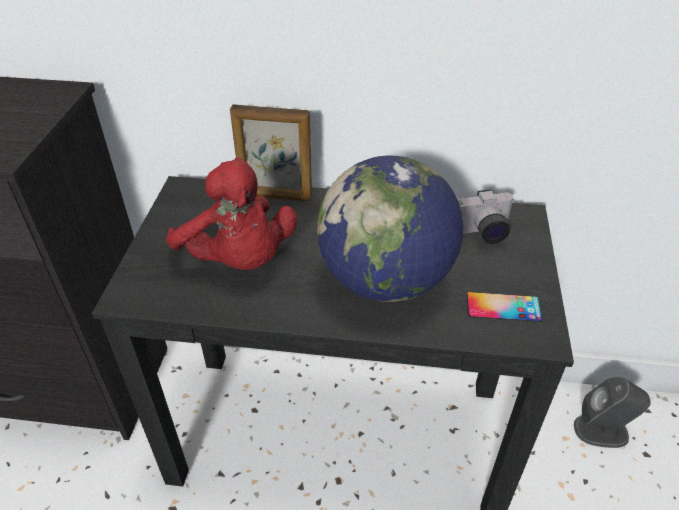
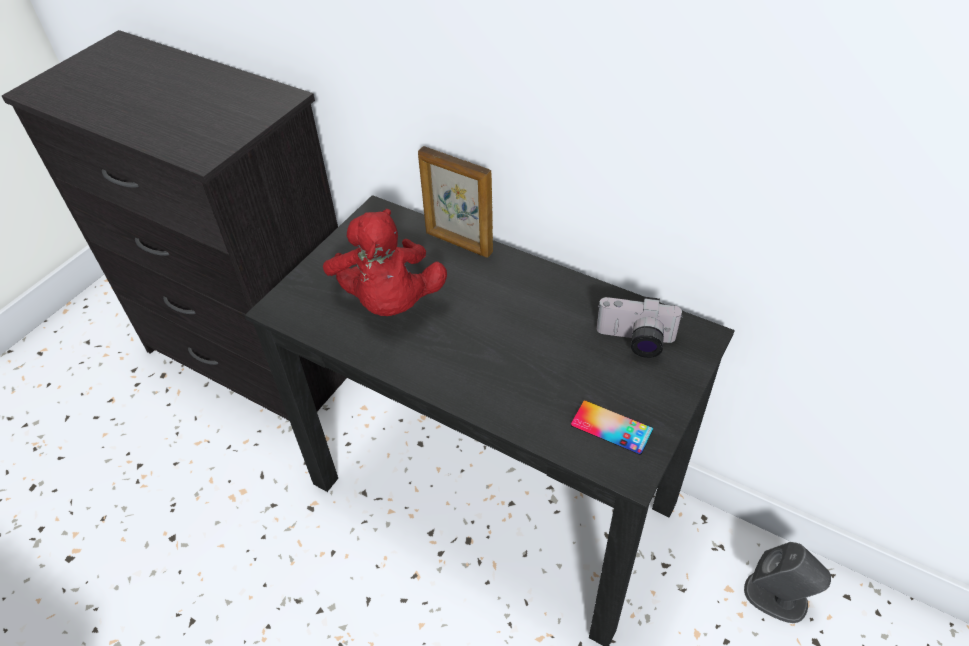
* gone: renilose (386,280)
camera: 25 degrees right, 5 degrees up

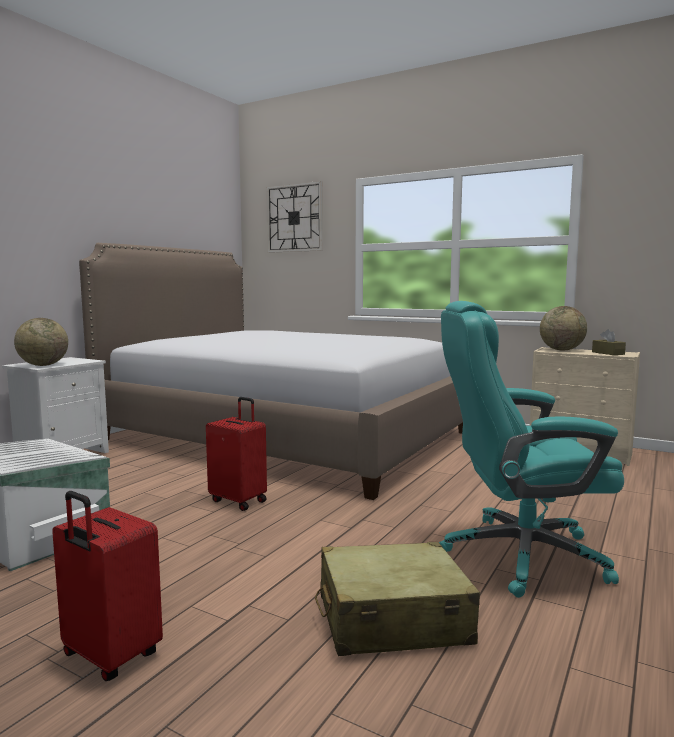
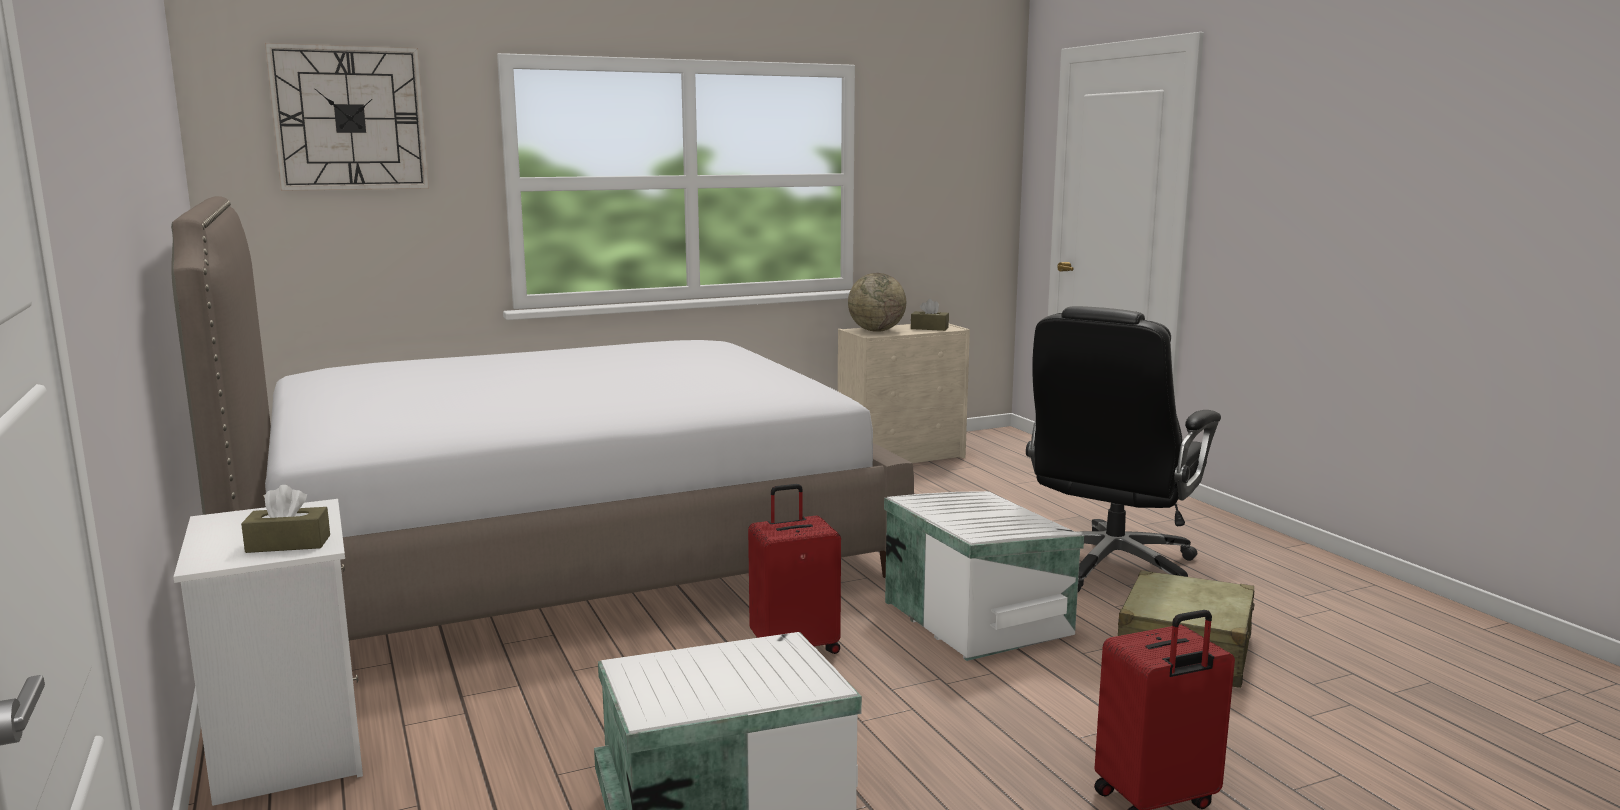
* repainted: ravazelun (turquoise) (519,555) to ravazelun (black) (1110,568)
* swapped: renilose (43,365) to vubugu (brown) (288,544)
* new: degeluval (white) (978,616)
camera: 55 degrees left, 5 degrees up

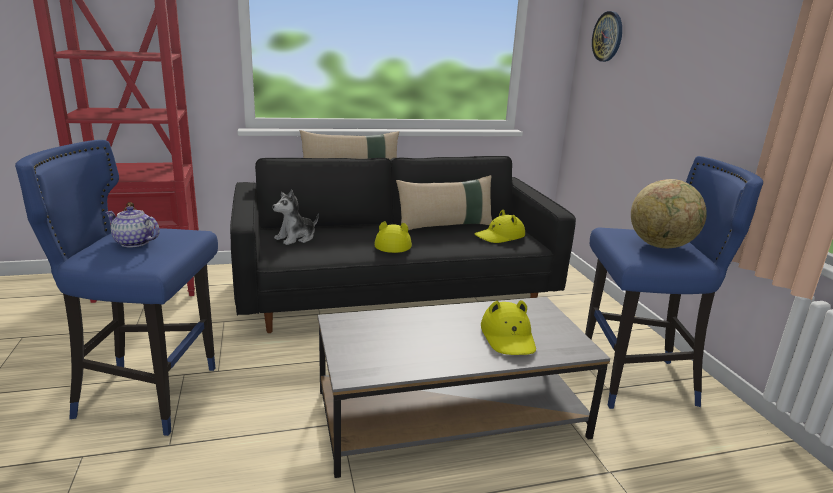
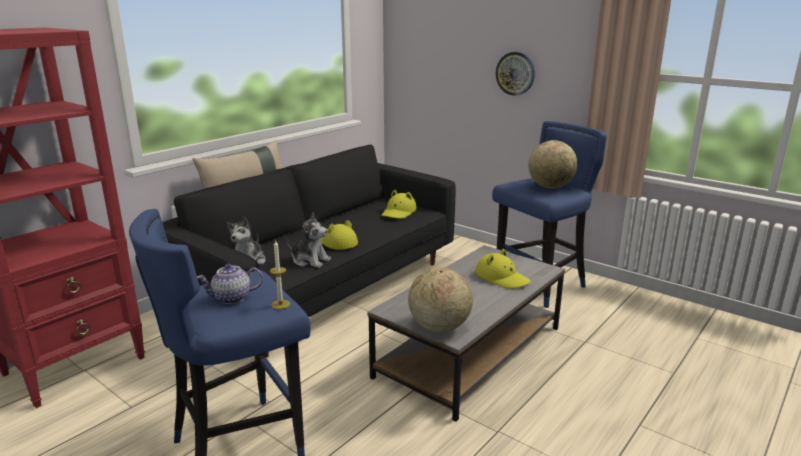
* shifted: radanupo (608,36) to (515,73)
* gone: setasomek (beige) (445,226)
* new: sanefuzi (310,260)
* new: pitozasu (280,304)
* new: renilose (439,327)
camera: 35 degrees left, 0 degrees up

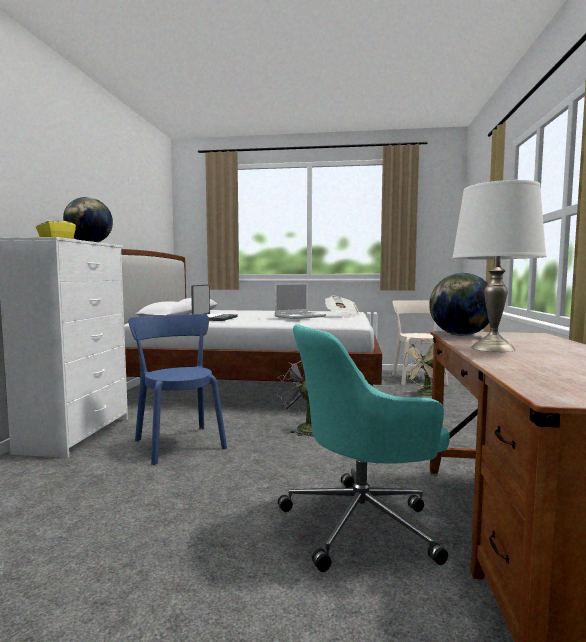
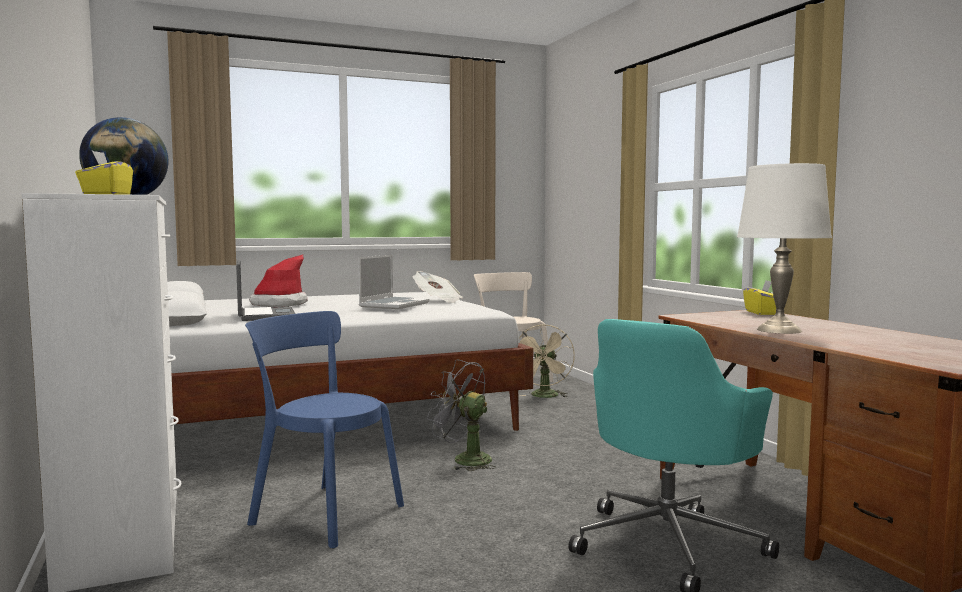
* gone: renilose (460,335)
* new: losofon (278,304)
* new: vubugu (yellow) (763,313)
camera: 30 degrees left, 0 degrees up

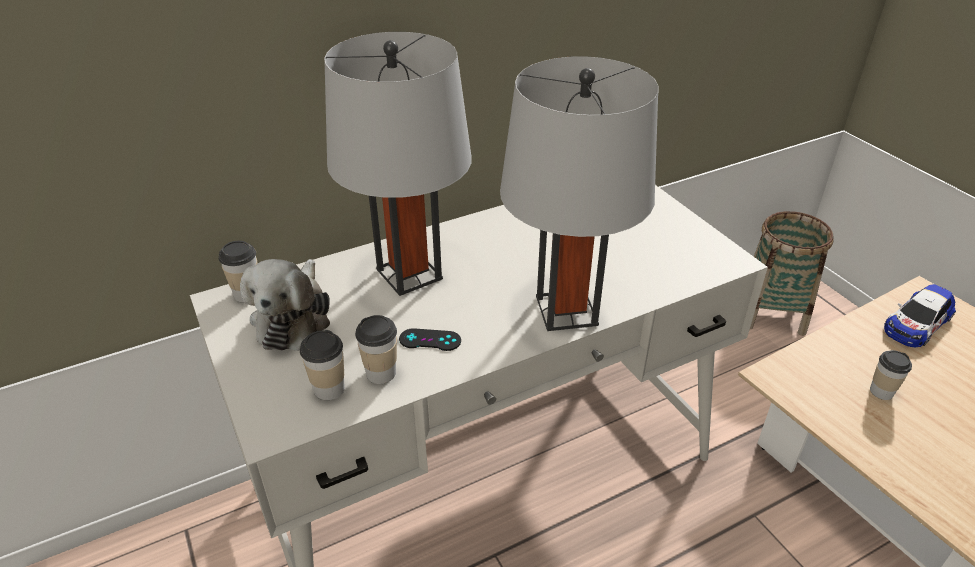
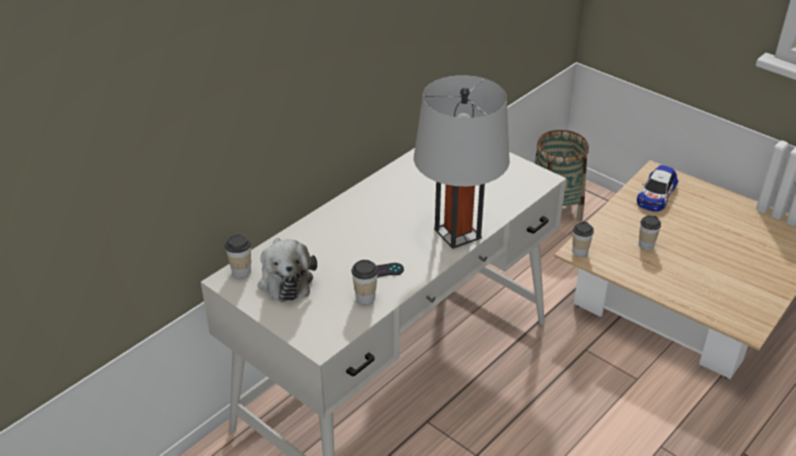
* gone: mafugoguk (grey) (409,274)
* shifted: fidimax (329,389) to (580,252)
camera: 20 degrees left, 0 degrees up

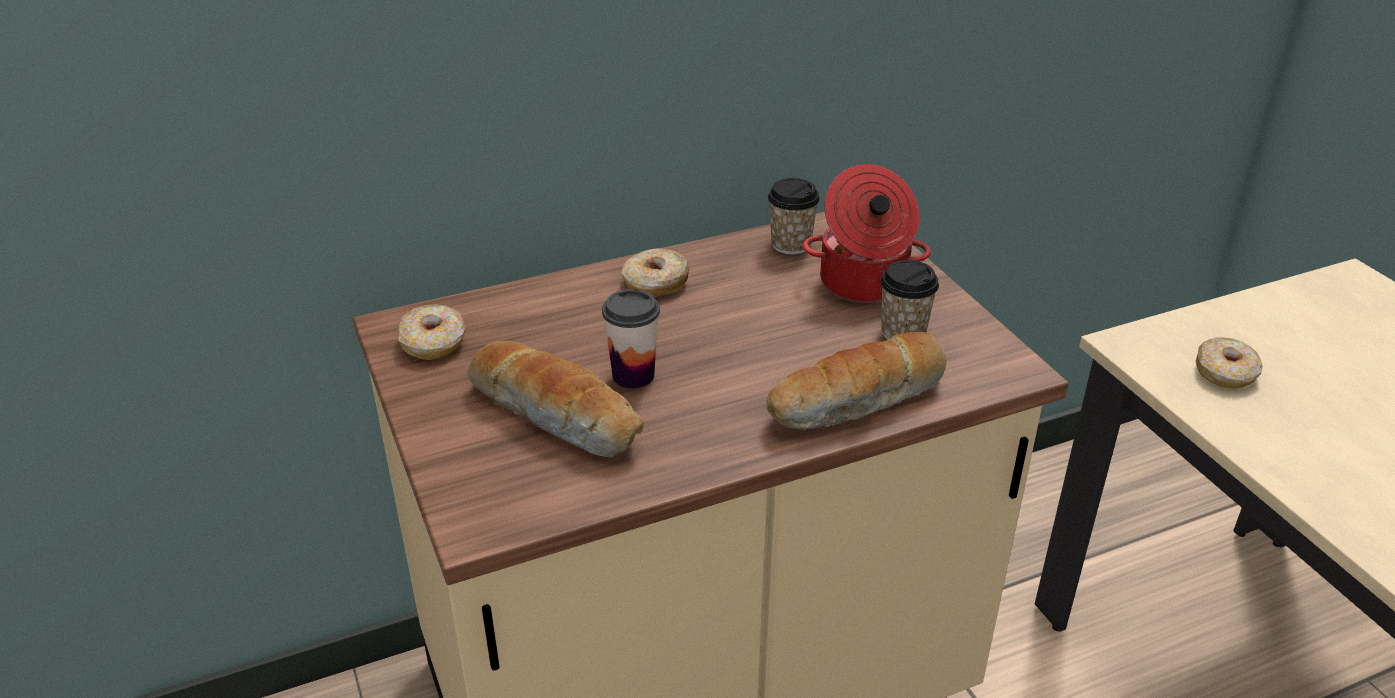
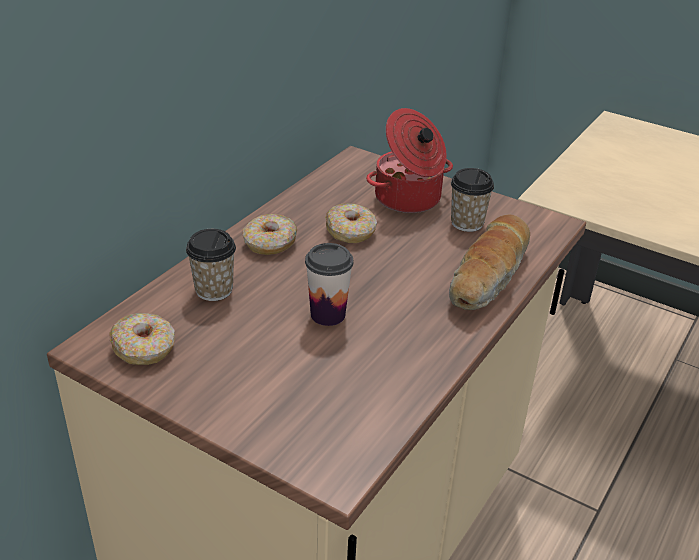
* shifted: fidimax (791,245) to (214,290)
* shifted: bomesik (1225,373) to (351,231)
* gone: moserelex (557,415)
camera: 35 degrees left, 0 degrees up

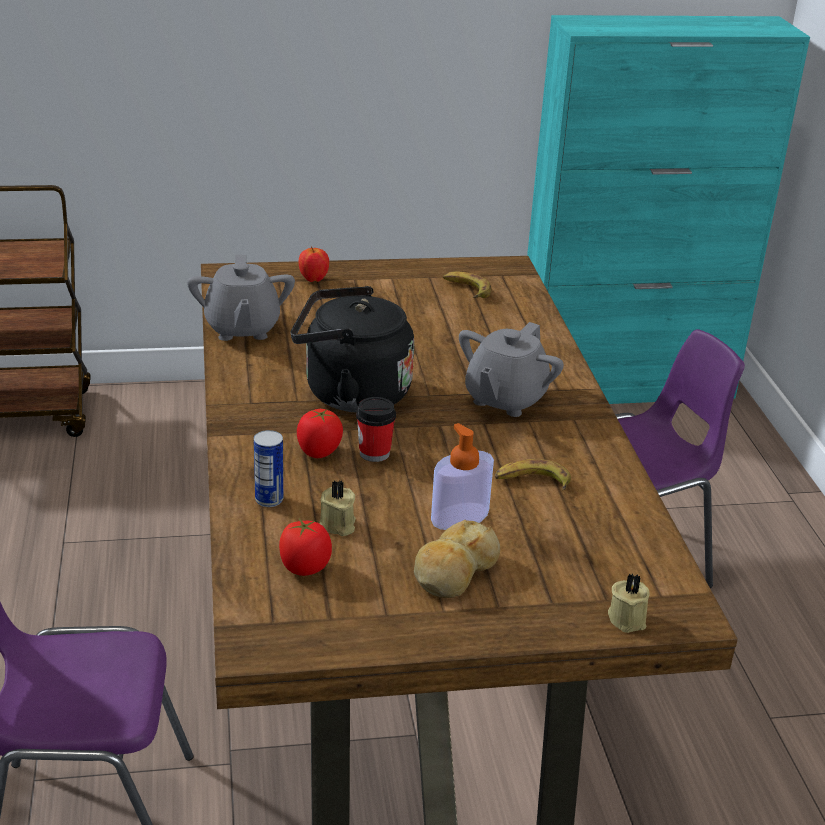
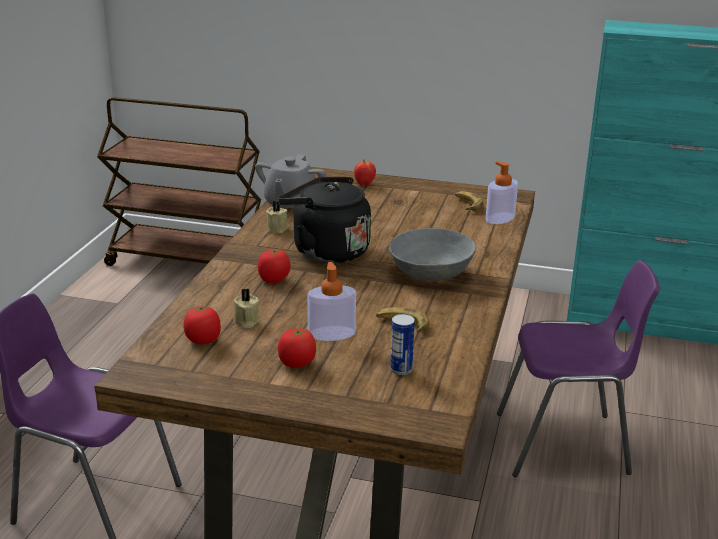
* swapped: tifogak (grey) (505,399) to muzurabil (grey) (431,273)
* gone: fidimax (374,453)
* shifted: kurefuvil (269,499) to (401,369)
* swapped: moserelex (454,572) to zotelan (297,363)
* shifted: pitozasu (beige) (628,618) to (278,228)
* new: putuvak (500,218)
camera: 25 degrees right, 5 degrees down

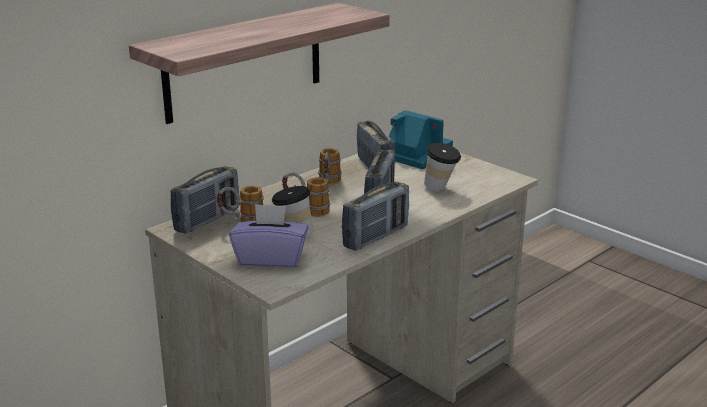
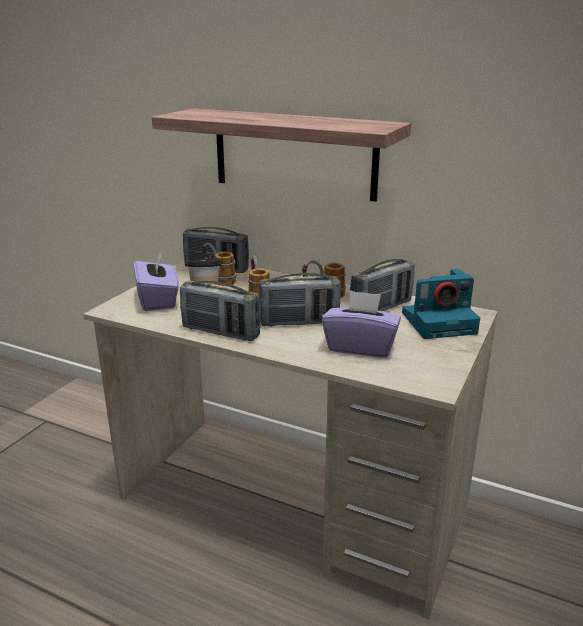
* rotated: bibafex (416,156) = (440,322) 60 degrees clockwise
* swapped: fidimax (441,189) to vubugu (purple) (360,347)
camera: 70 degrees right, 0 degrees up

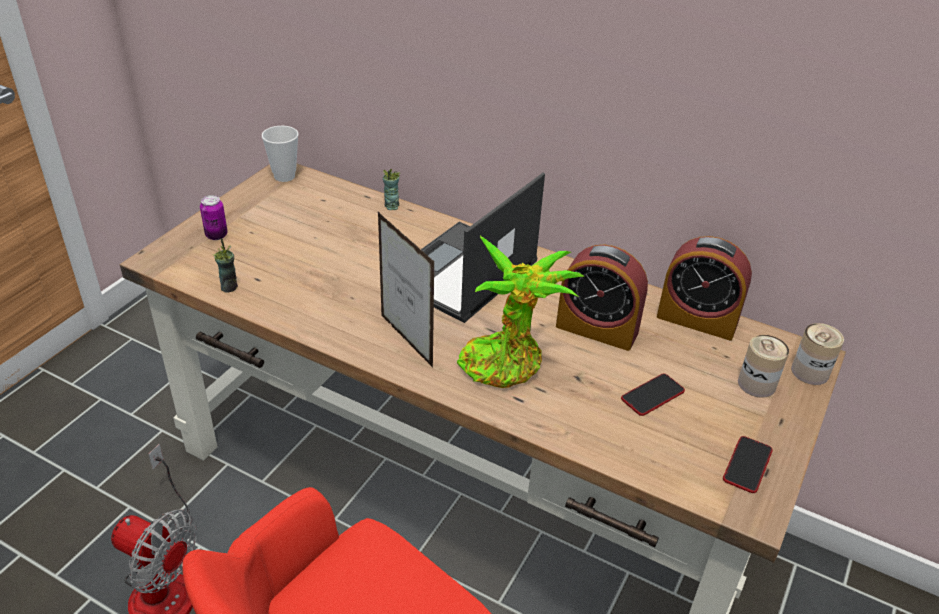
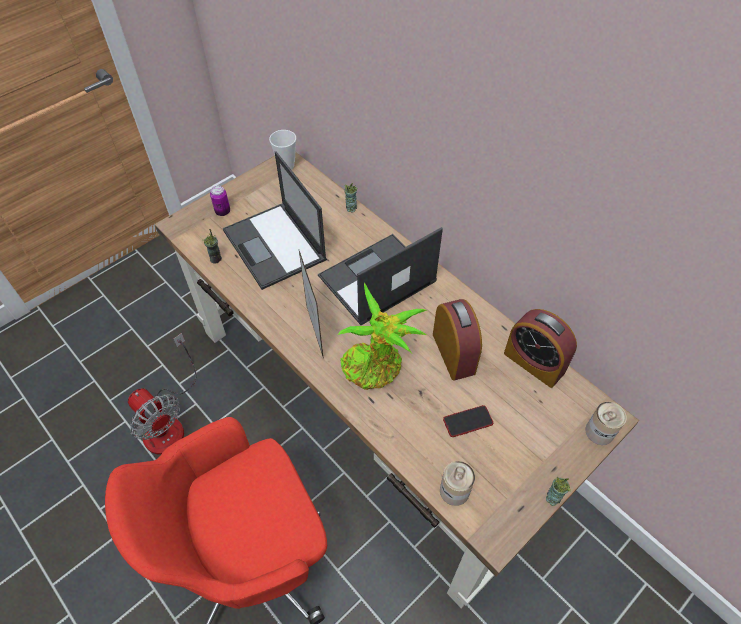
* rotated: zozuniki (597,329) = (453,353) 150 degrees counterclockwise
* shifted: kurefuvil (756,384) to (454,491)
* gone: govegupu (747,465)
* new: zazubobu (275,246)
* new: fidimax (552,497)
camera: 20 degrees right, 15 degrees up

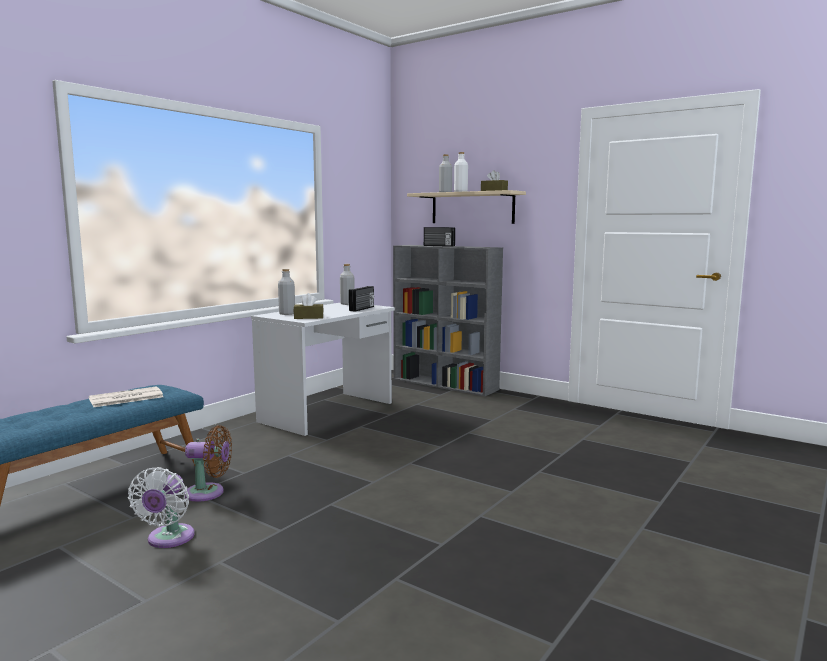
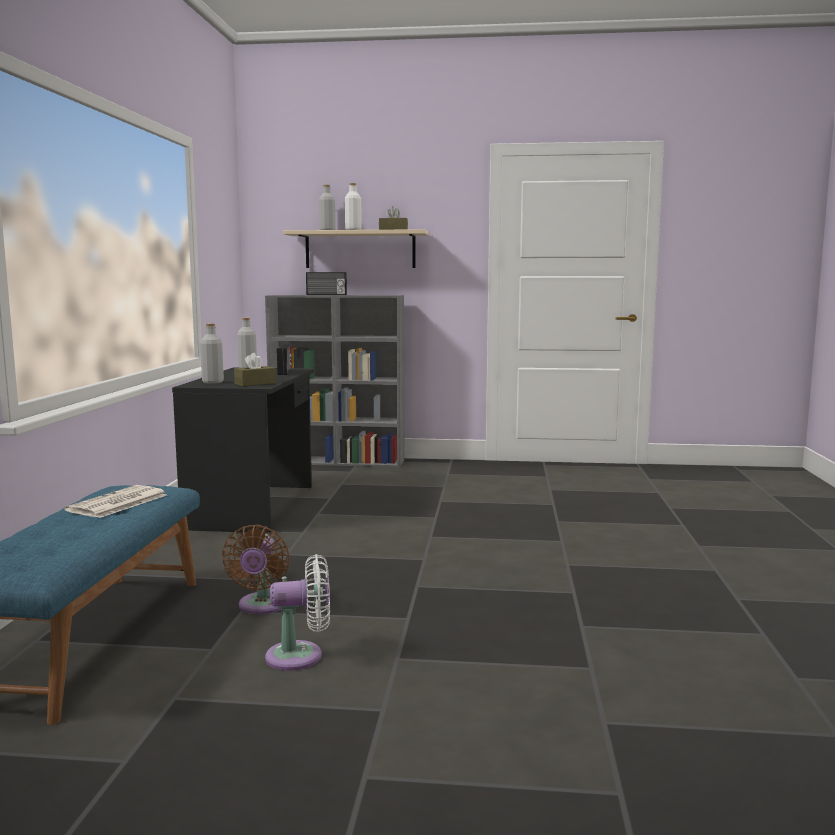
* repainted: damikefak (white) (328,412) to damikefak (black) (254,506)
* rotated: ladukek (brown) (208,493) = (261,606) 120 degrees clockwise
* rotated: ladukek (white) (168,539) = (300,656) 75 degrees counterclockwise
camera: 30 degrees left, 0 degrees up

